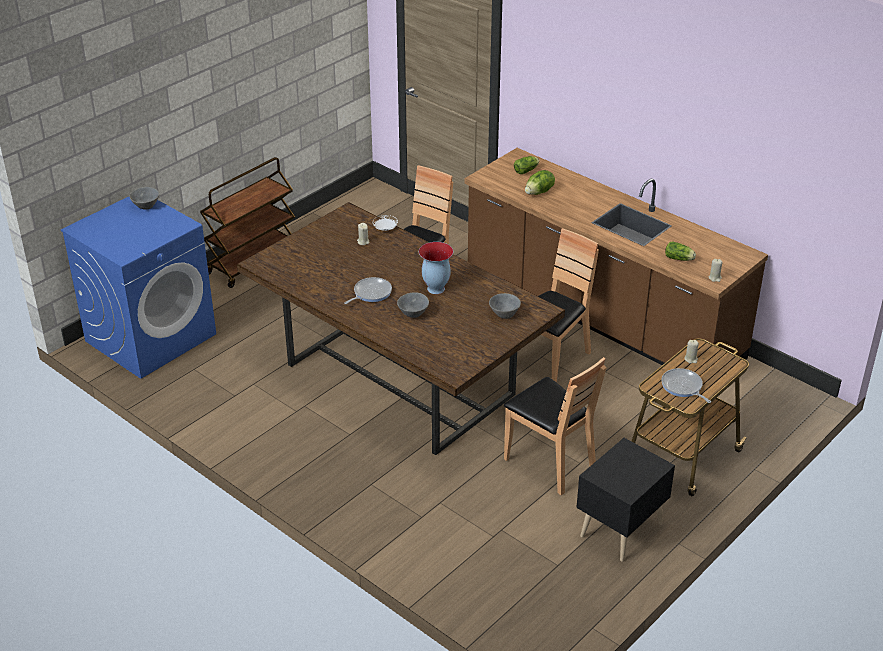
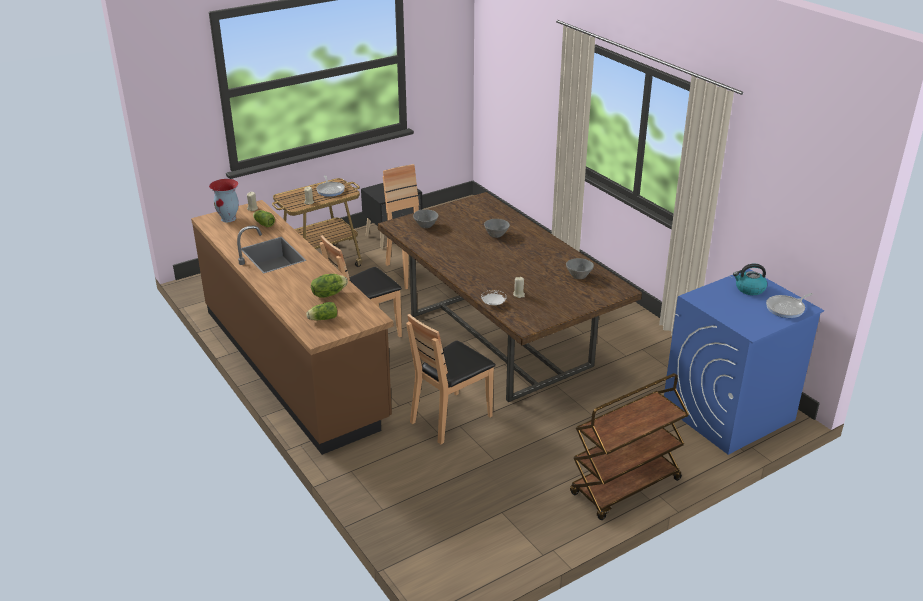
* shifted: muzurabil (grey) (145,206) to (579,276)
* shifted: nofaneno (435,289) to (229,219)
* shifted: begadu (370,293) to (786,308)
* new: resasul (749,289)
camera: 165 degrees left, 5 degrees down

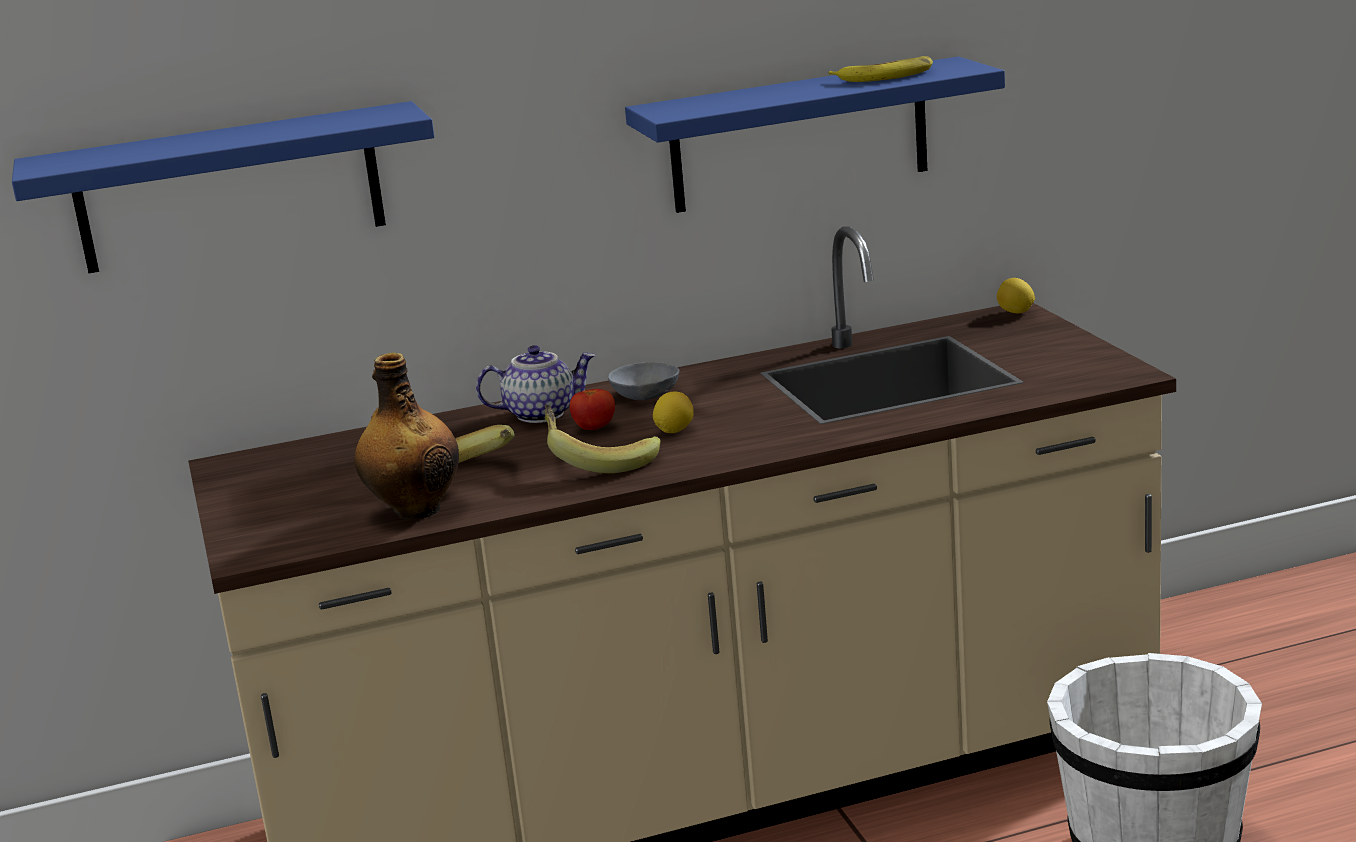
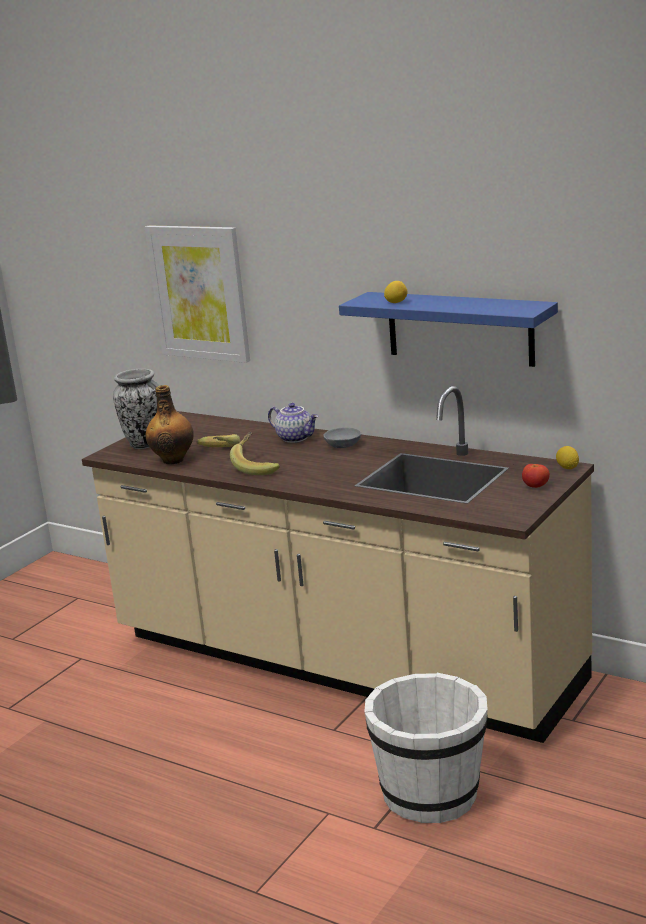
* gone: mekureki (886,76)
* swapped: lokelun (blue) (229,189) to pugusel (199,292)
* shifted: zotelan (595,428) to (535,487)
* shifted: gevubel (674,431) to (396,302)
* new: nofaneno (144,444)
camera: 50 degrees right, 0 degrees up

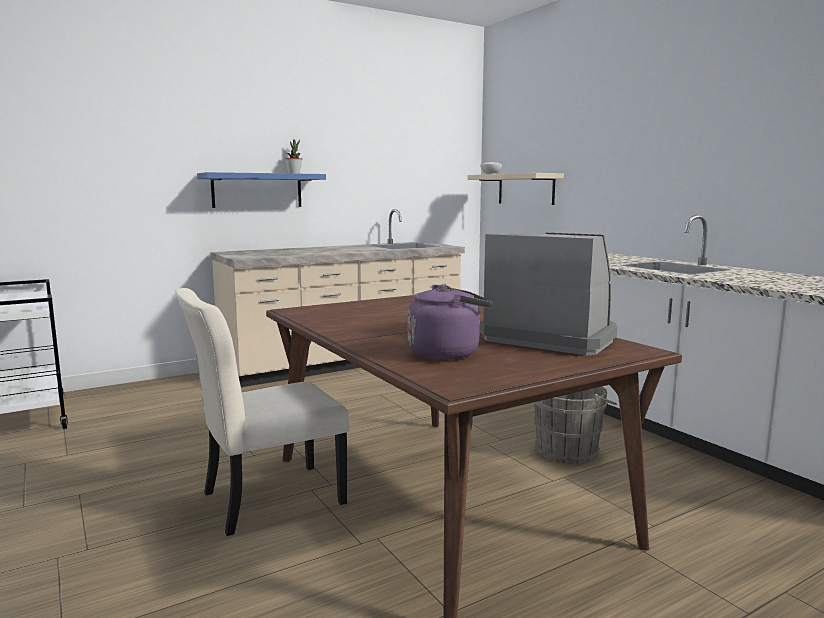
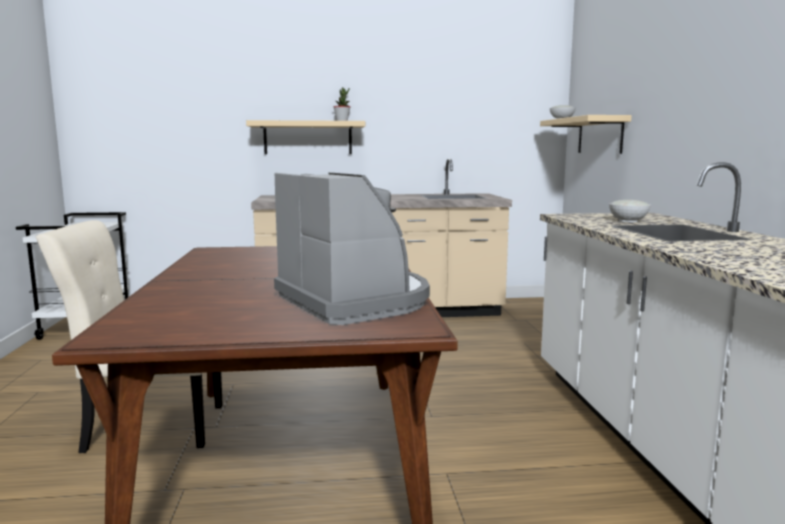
* repainted: lokelun (blue) (257,190) to lokelun (beige) (308,138)
* gone: resasul (purple) (448,353)
* gone: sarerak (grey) (569,450)
* new: muzurabil (white) (628,221)
camera: 25 degrees right, 0 degrees up

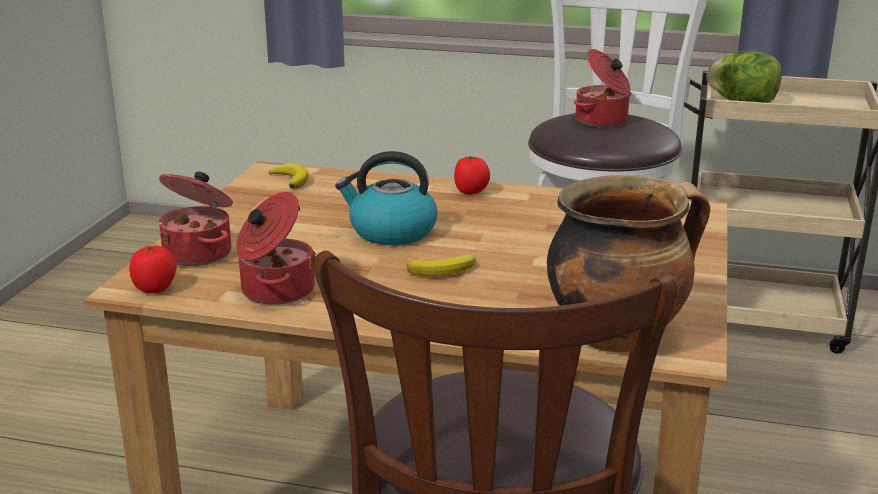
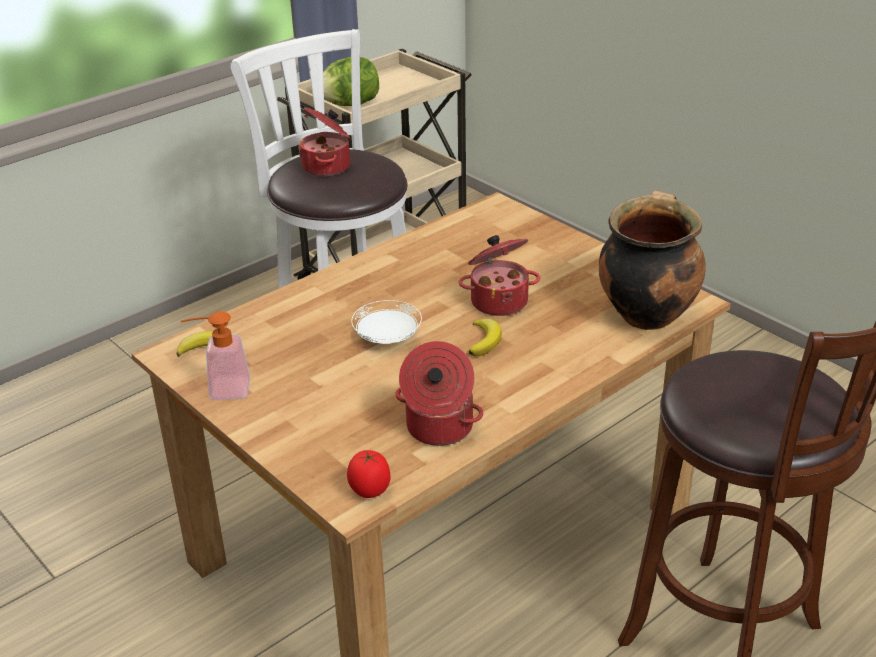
* swapped: resasul (391,232) to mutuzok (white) (388,338)
* gone: zotelan (471,192)
* shifted: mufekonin (199,253) to (499,301)
* new: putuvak (221,389)
camera: 55 degrees left, 10 degrees up

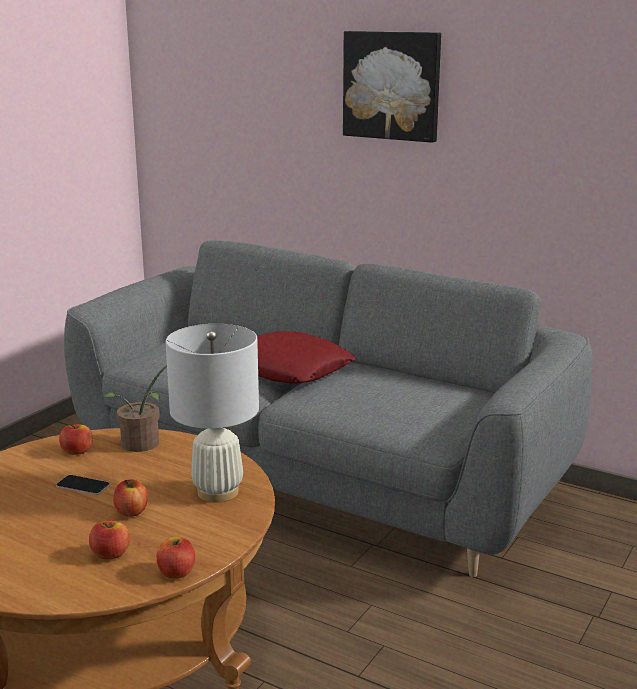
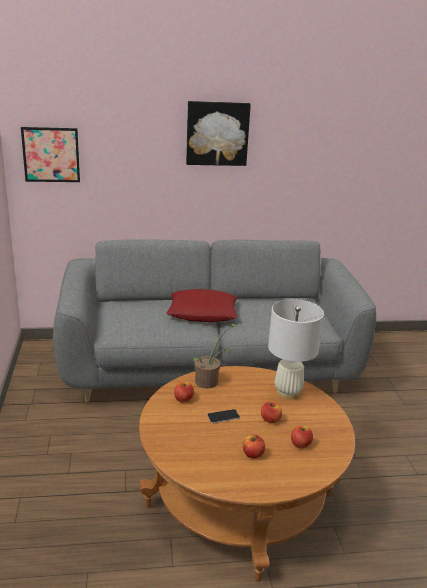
* shifted: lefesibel (176,572) to (252,454)
* new: pugusel (51,154)
camera: 40 degrees left, 5 degrees up

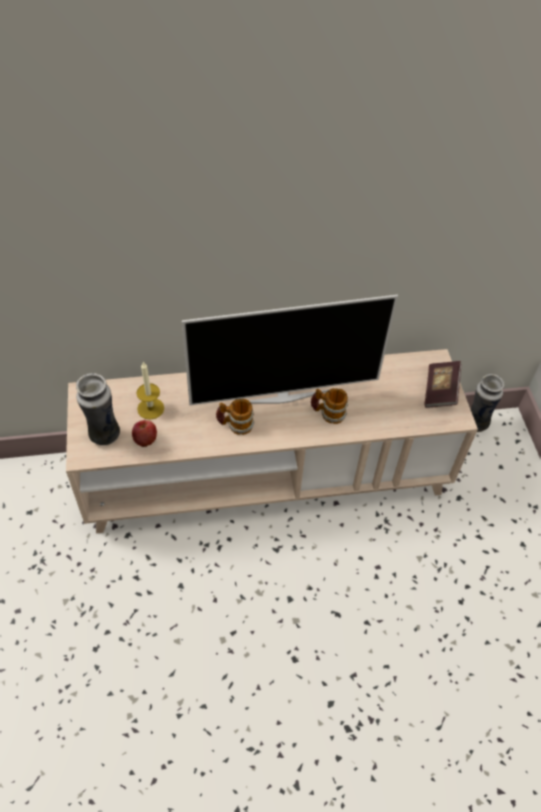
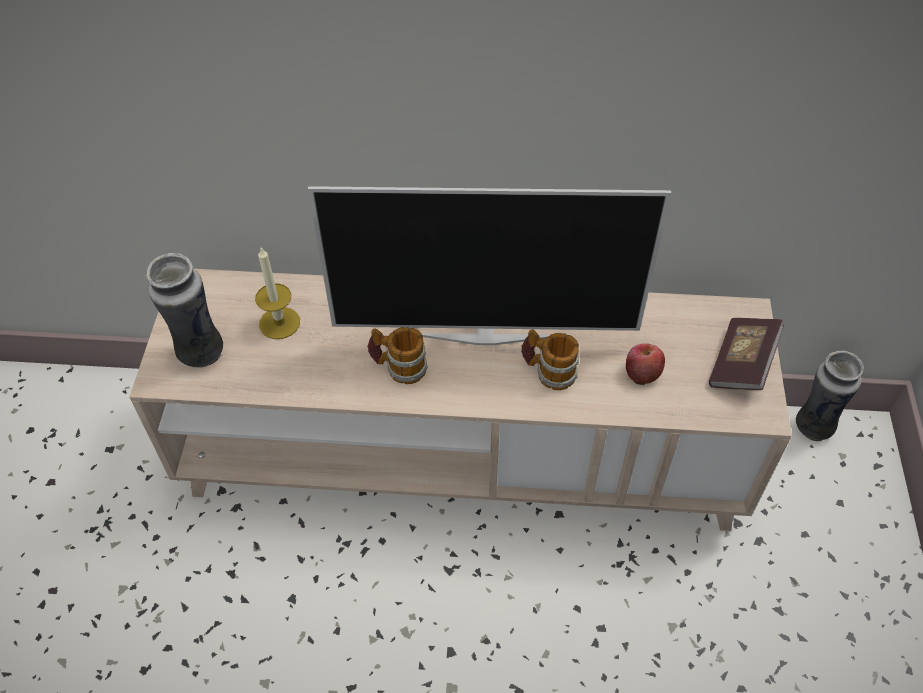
* shifted: lefesibel (145,439) to (642,372)
camera: 15 degrees right, 0 degrees up

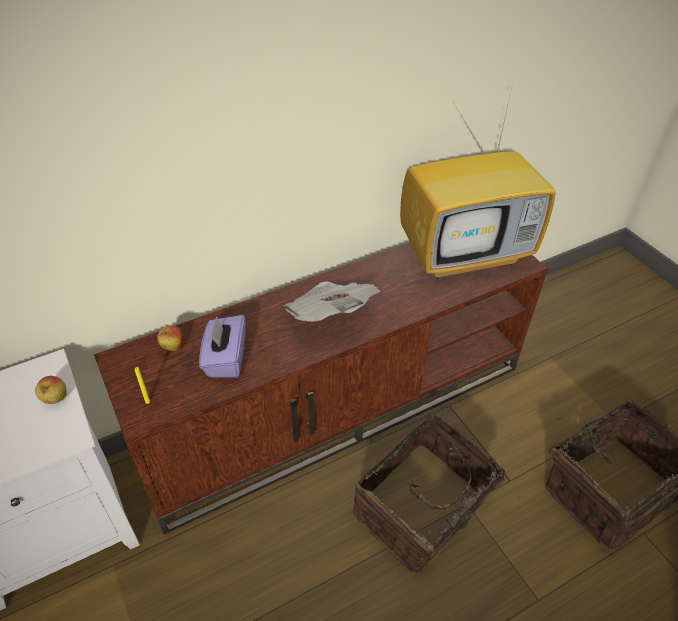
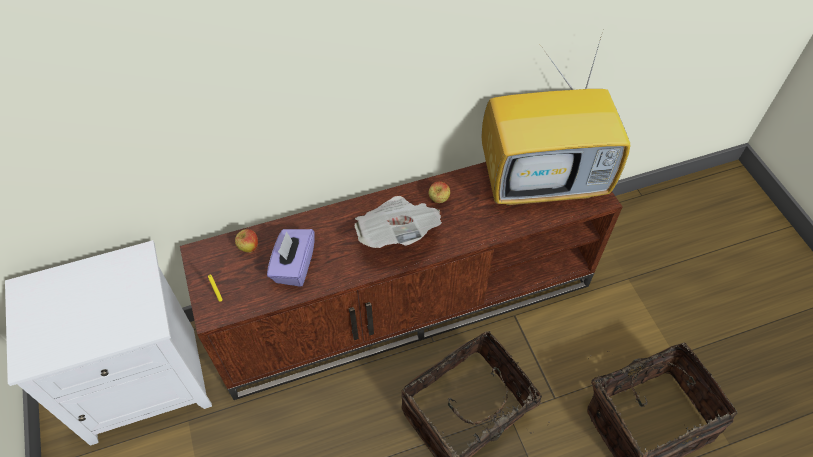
* shifted: lefesibel (55,399) to (438,200)
camera: 10 degrees right, 10 degrees up

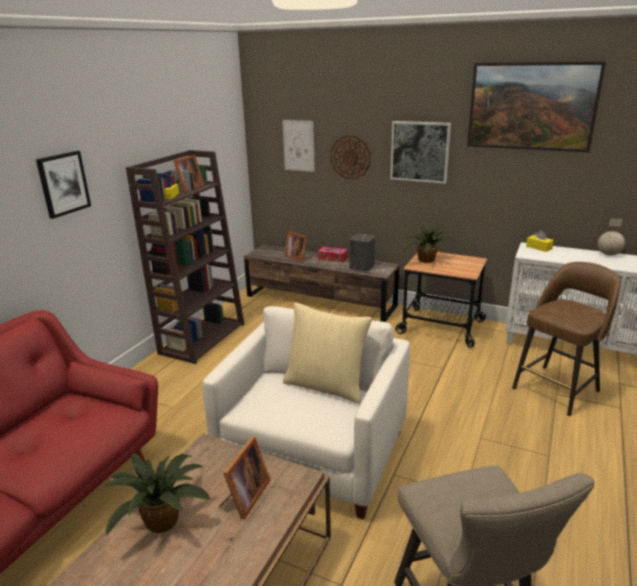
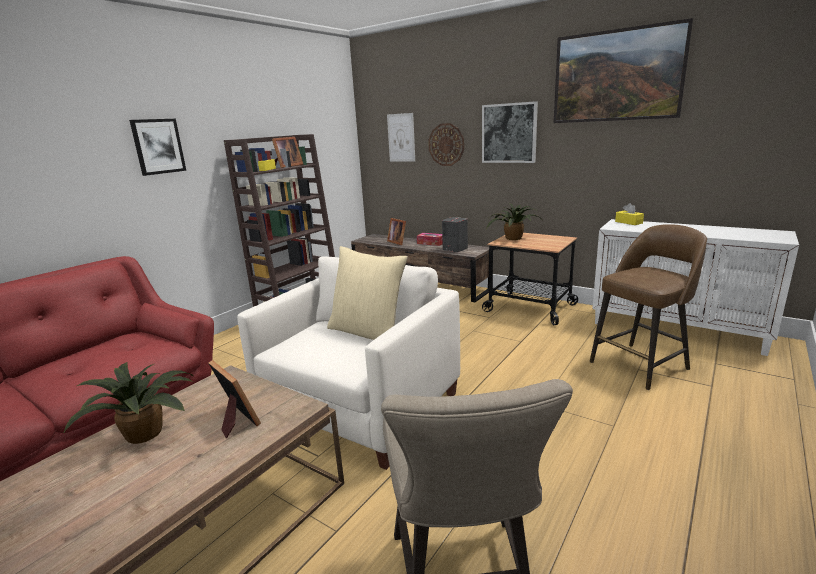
* gone: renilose (609,254)
* rotated: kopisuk (244,497) = (235,420) 75 degrees counterclockwise
camera: 10 degrees right, 5 degrees down

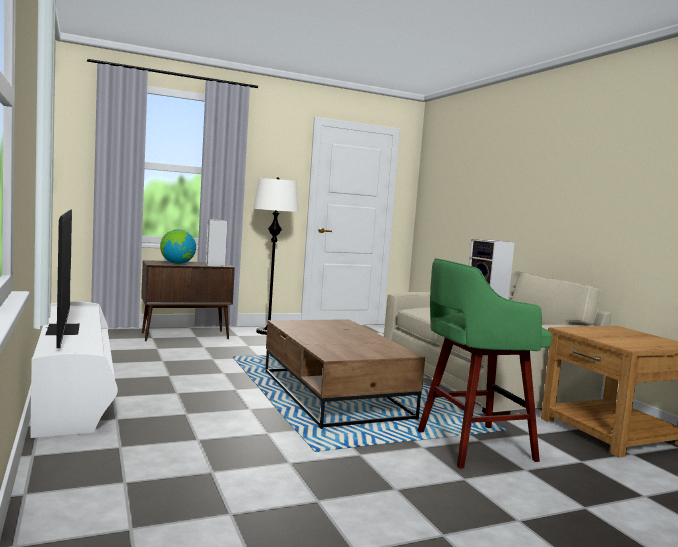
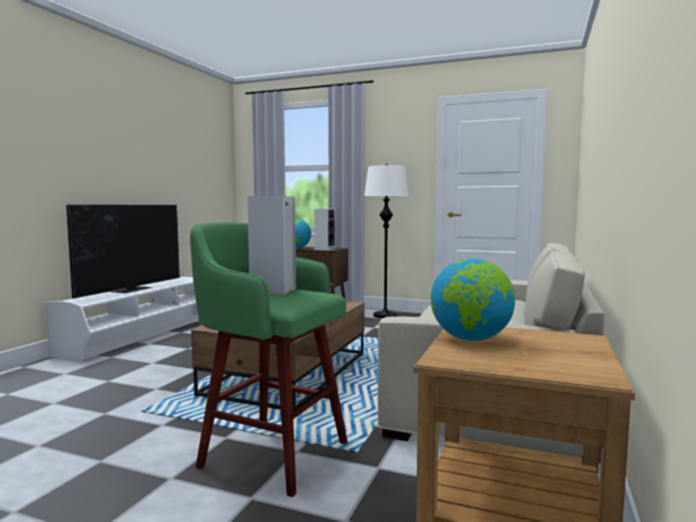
* new: renilose (470,339)
camera: 45 degrees right, 0 degrees up

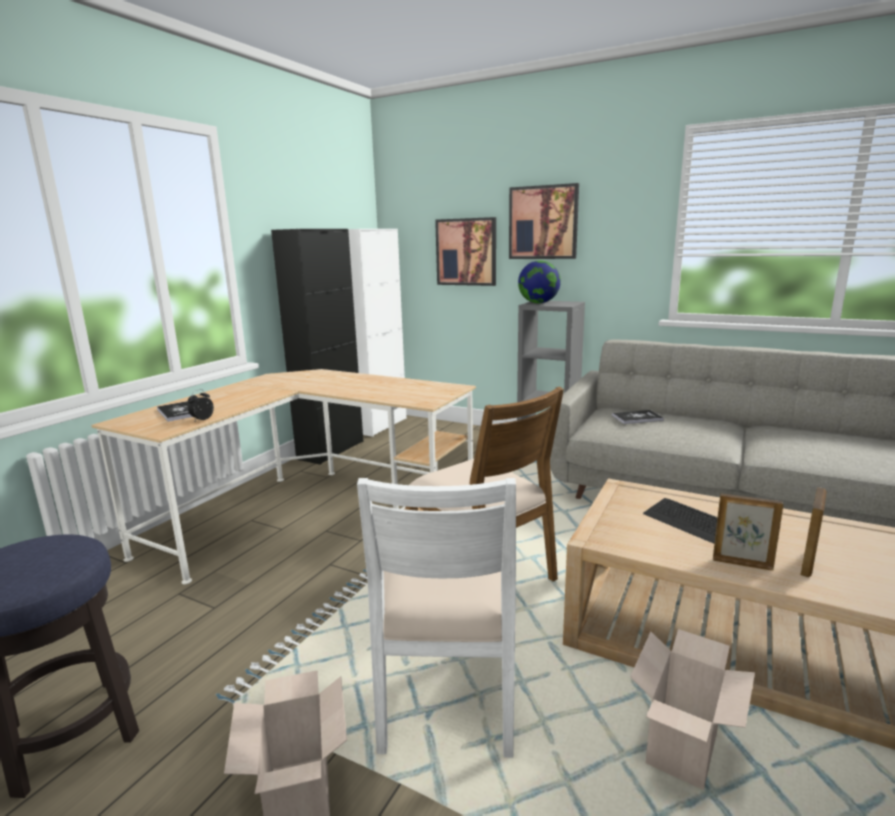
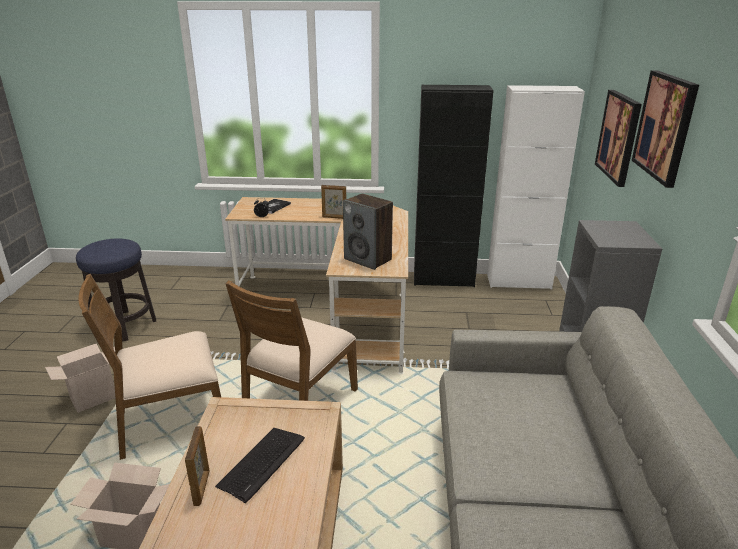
* gone: renilose (538,303)
* gone: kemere (637,418)
* repainted: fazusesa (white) (449,687) to fazusesa (brown) (171,422)
* shifted: kopisuk (808,563) to (334,217)
* new: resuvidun (368,259)
camera: 65 degrees right, 10 degrees up

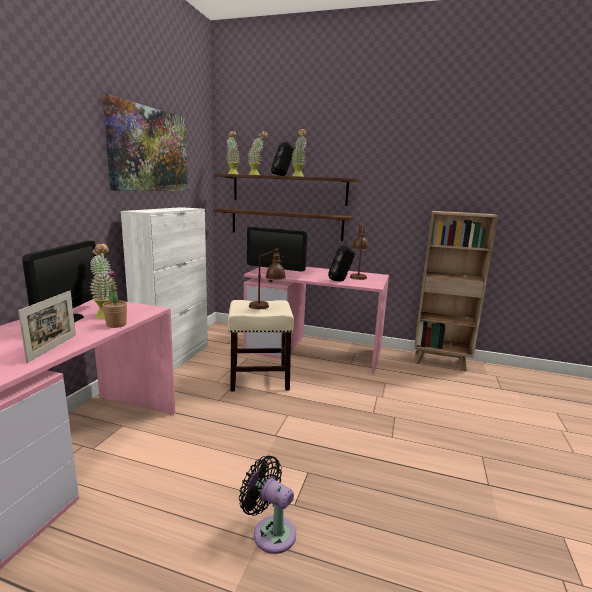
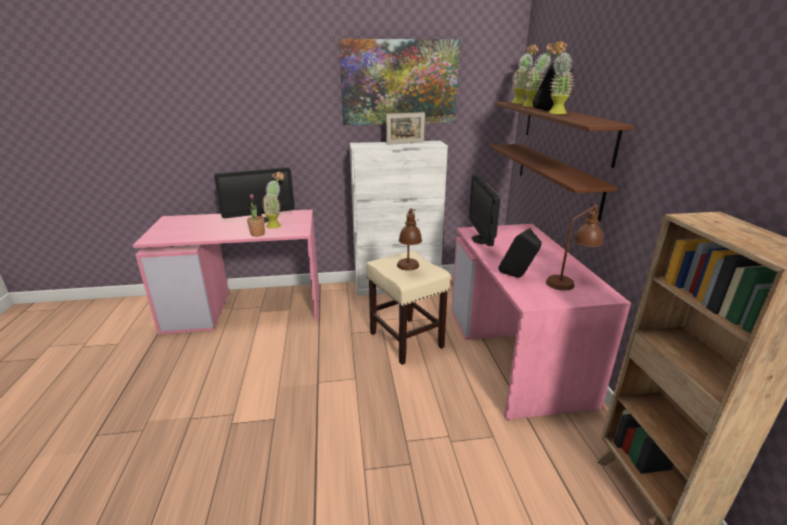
* shifted: kopisuk (53,348) to (405,143)
* gone: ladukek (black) (270,532)
camera: 65 degrees right, 10 degrees up

